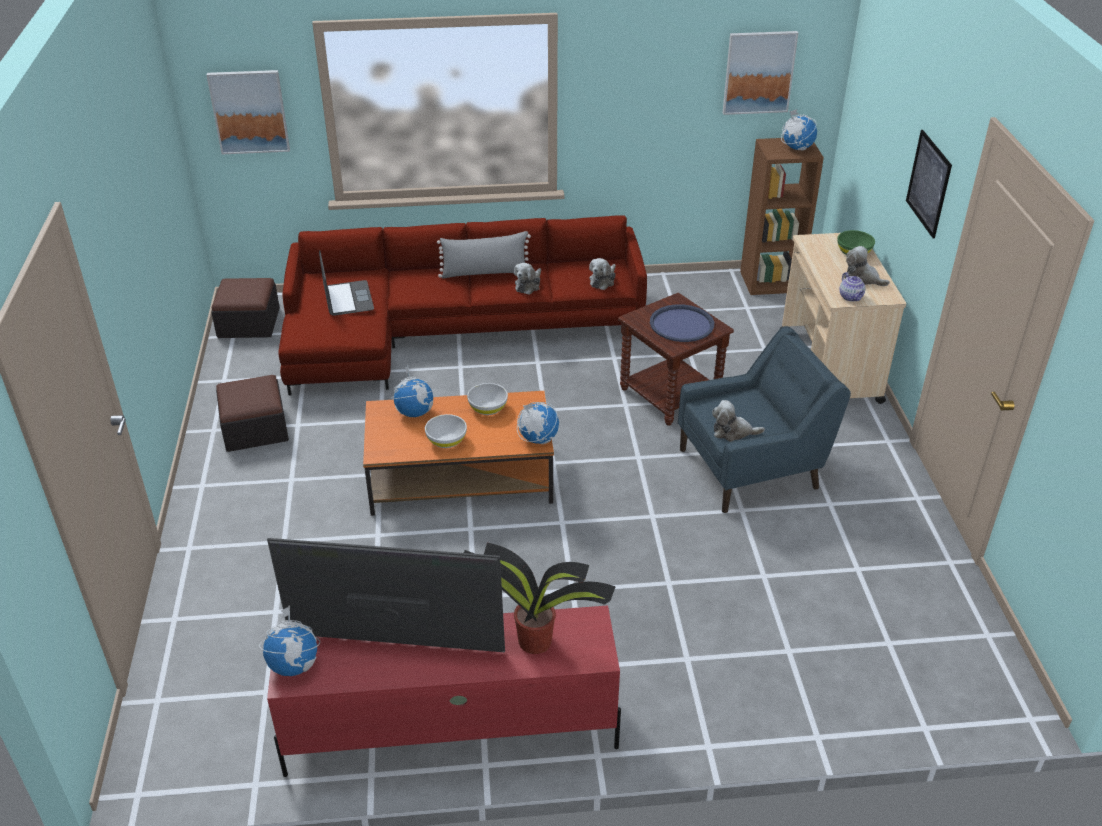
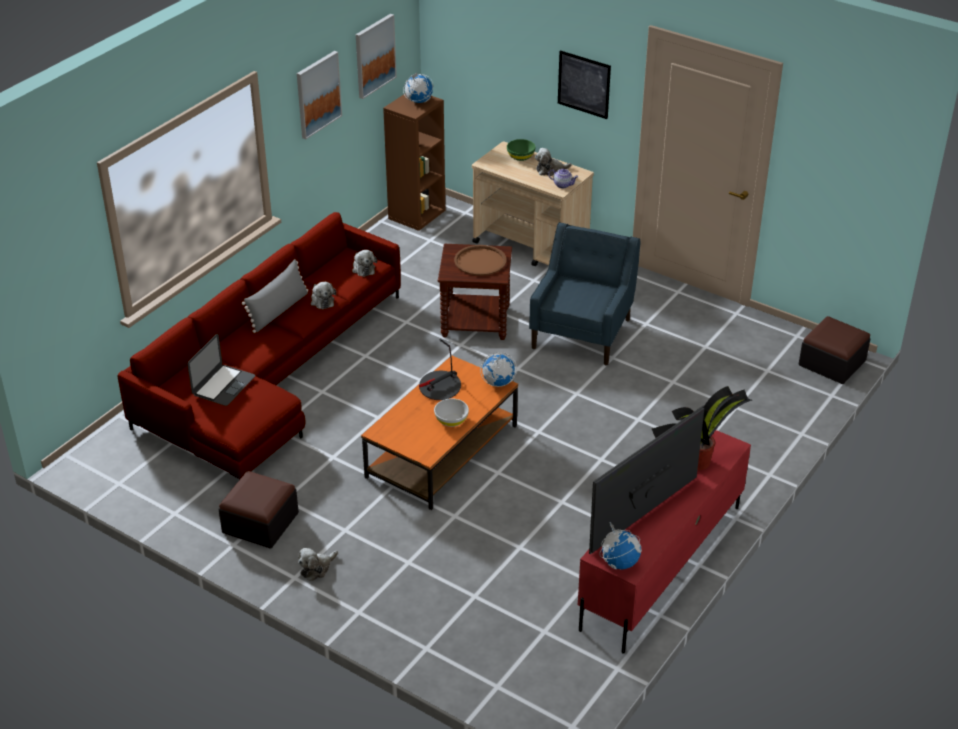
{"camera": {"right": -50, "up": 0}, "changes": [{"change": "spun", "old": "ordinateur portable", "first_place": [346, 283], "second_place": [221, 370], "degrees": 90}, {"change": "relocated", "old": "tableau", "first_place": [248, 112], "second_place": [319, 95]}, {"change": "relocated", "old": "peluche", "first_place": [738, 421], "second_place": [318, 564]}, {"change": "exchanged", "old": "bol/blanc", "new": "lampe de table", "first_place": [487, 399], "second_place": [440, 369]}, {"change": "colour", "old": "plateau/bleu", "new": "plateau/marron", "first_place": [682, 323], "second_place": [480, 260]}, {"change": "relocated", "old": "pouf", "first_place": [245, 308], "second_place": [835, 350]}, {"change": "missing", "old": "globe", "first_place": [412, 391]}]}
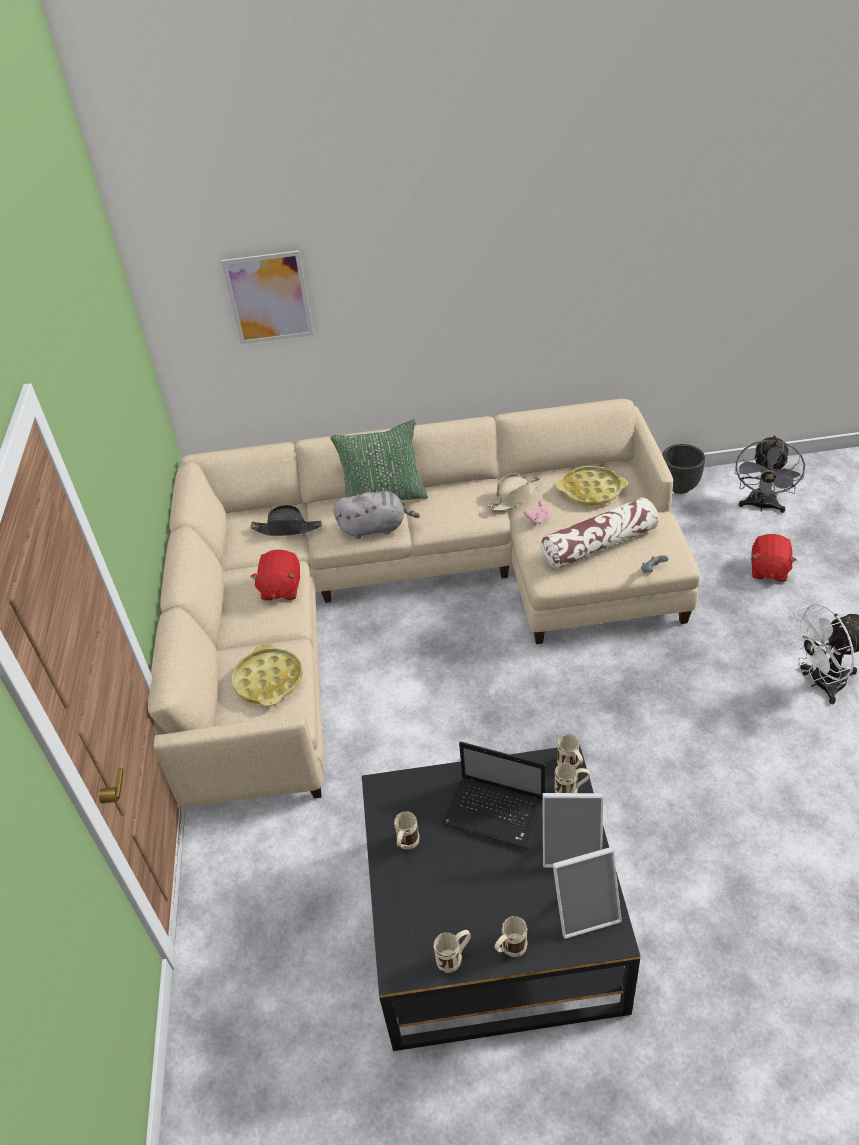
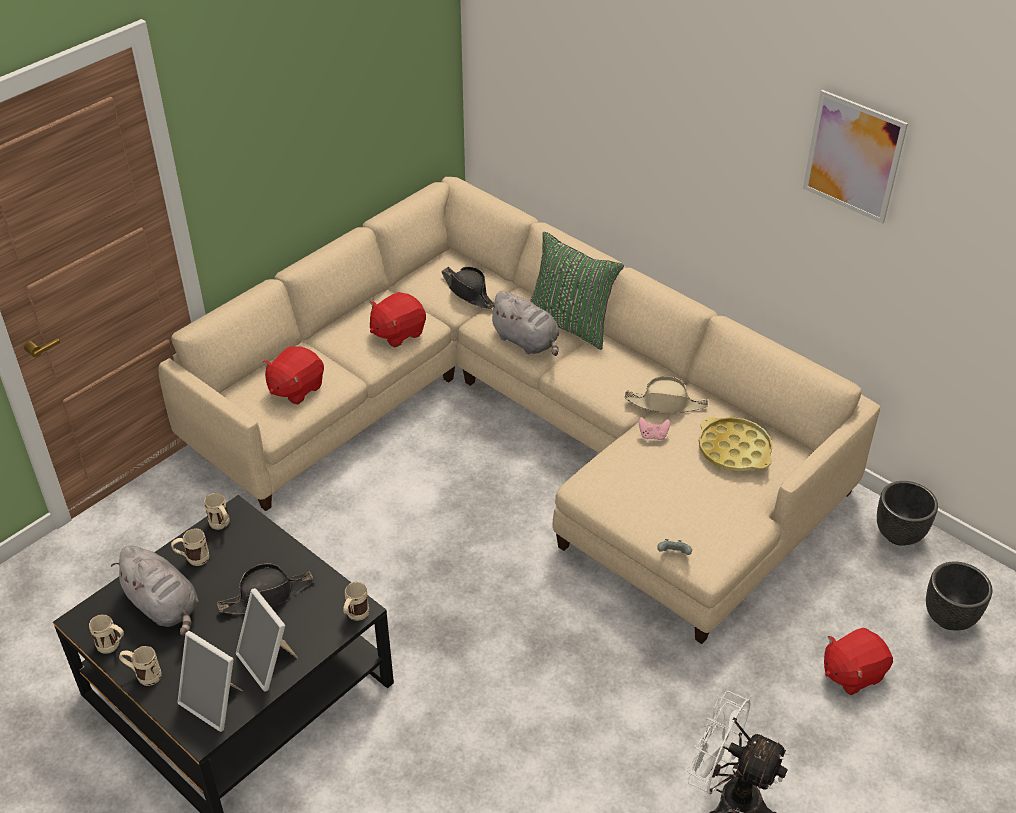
{"camera": {"right": 45, "up": 0}, "changes": [{"change": "appeared", "new": "peluche/gris", "second_place": [155, 591]}, {"change": "relocated", "old": "mug/beige", "first_place": [572, 778], "second_place": [217, 511]}, {"change": "exchanged", "old": "ordinateur portable", "new": "chapeau/noir", "first_place": [494, 795], "second_place": [265, 588]}, {"change": "exchanged", "old": "plateau/jaune", "new": "peluche/rouge", "first_place": [267, 675], "second_place": [293, 375]}, {"change": "relocated", "old": "tableau", "first_place": [267, 297], "second_place": [855, 157]}, {"change": "exchanged", "old": "ventilateur/gris", "new": "cache-pot/noir", "first_place": [770, 474], "second_place": [959, 596]}, {"change": "missing", "old": "coussin", "first_place": [599, 533]}]}
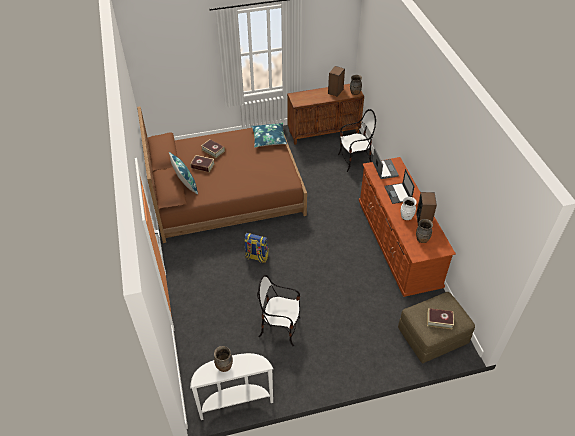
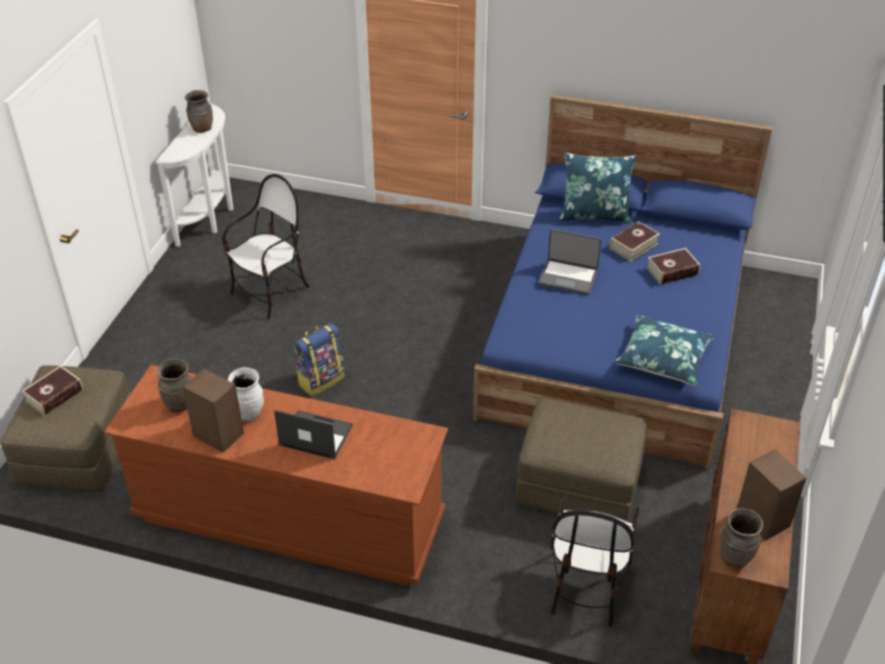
{"camera": {"right": 120, "up": -5}, "changes": [{"change": "relocated", "old": "sac à dos", "first_place": [256, 248], "second_place": [319, 359]}, {"change": "colour", "old": "lit/marron", "new": "lit/bleu", "first_place": [222, 174], "second_place": [622, 282]}, {"change": "appeared", "new": "pouf/marron", "second_place": [581, 459]}, {"change": "relocated", "old": "ordinateur portable", "first_place": [386, 163], "second_place": [570, 262]}]}
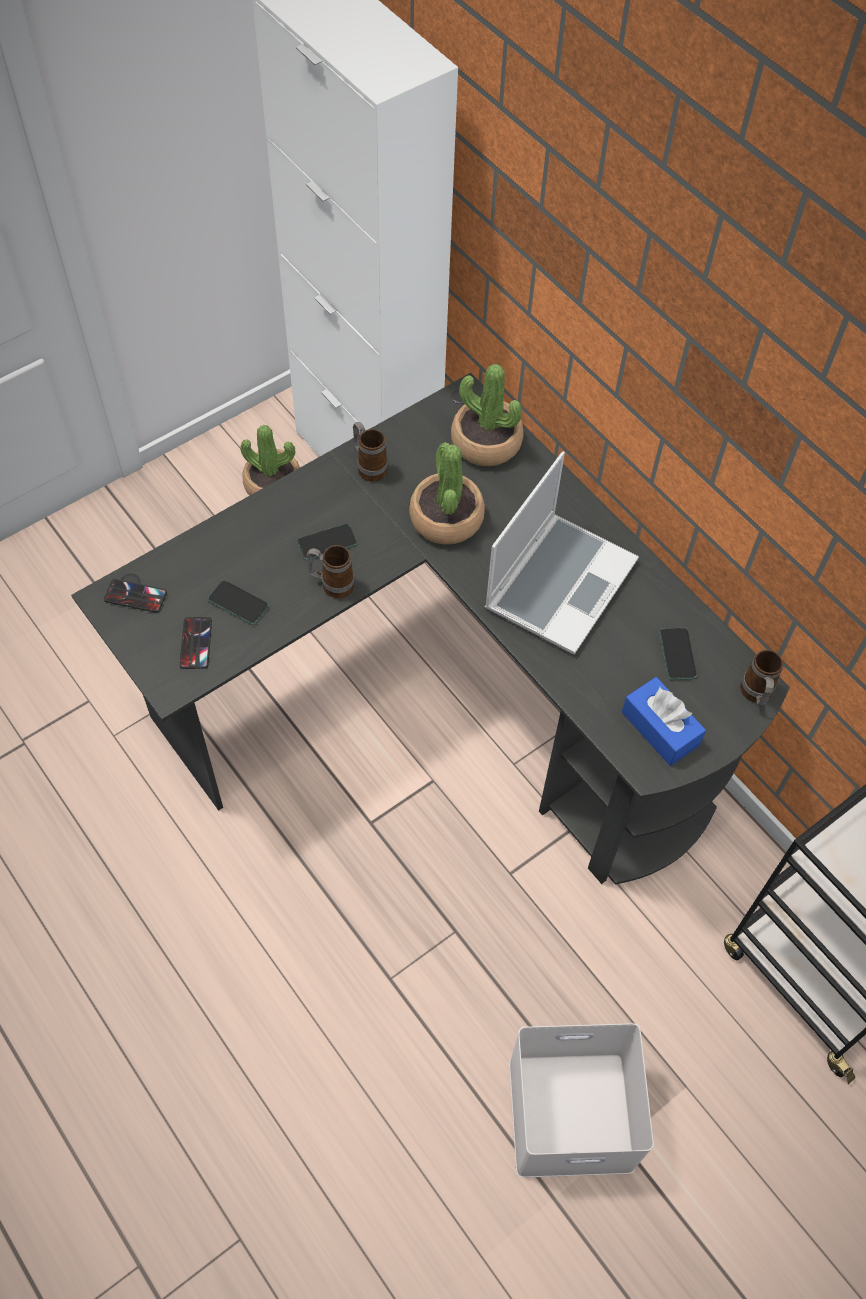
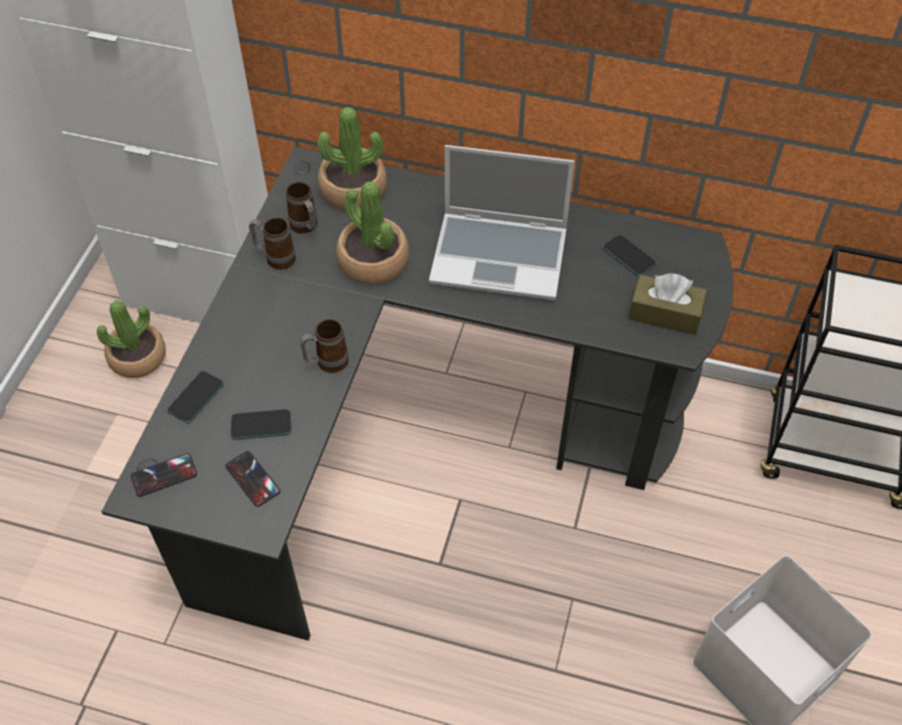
{"camera": {"right": -35, "up": -5}, "changes": [{"change": "relocated", "old": "téléphone", "first_place": [327, 542], "second_place": [195, 397]}, {"change": "relocated", "old": "mug", "first_place": [761, 678], "second_place": [301, 207]}, {"change": "spun", "old": "ordinateur portable", "first_place": [562, 553], "second_place": [502, 223], "degrees": 105}, {"change": "colour", "old": "boîte à mouchoirs/bleu", "new": "boîte à mouchoirs/marron", "first_place": [664, 721], "second_place": [667, 304]}]}
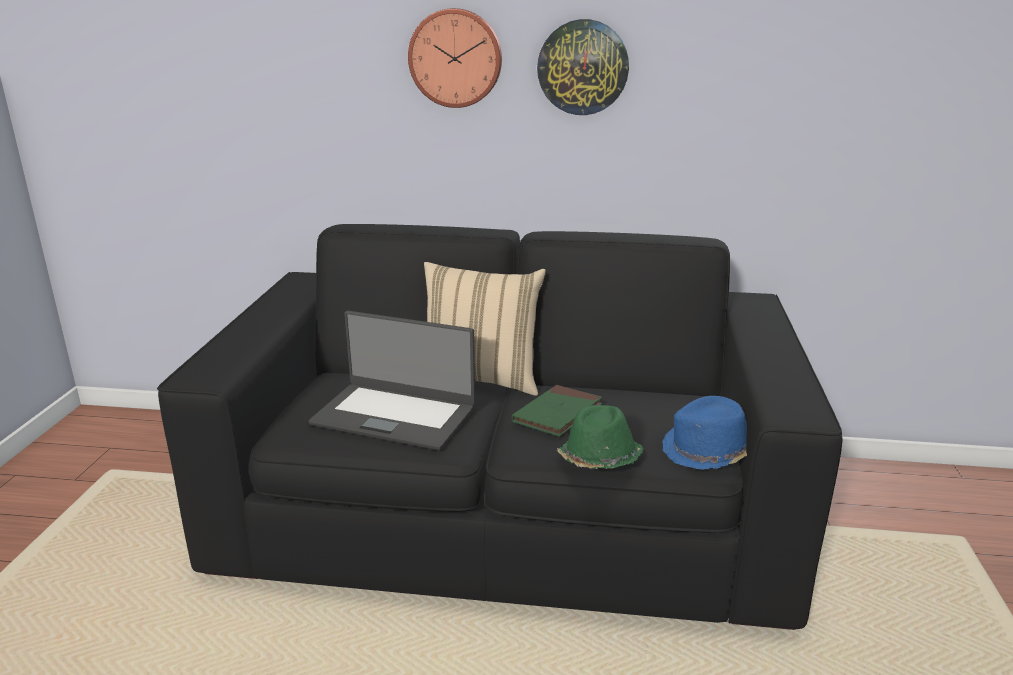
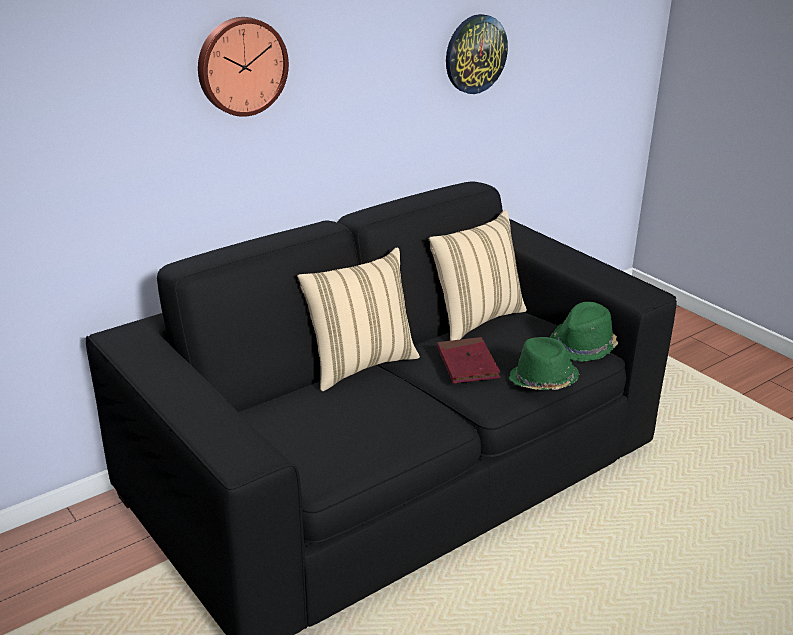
{"camera": {"right": -45, "up": 5}, "changes": [{"change": "appeared", "new": "coussin/beige", "second_place": [478, 275]}, {"change": "colour", "old": "livre/vert", "new": "livre/rouge", "first_place": [557, 411], "second_place": [468, 360]}, {"change": "relocated", "old": "horloge murale", "first_place": [583, 67], "second_place": [477, 54]}, {"change": "colour", "old": "chapeau/bleu", "new": "chapeau/vert", "first_place": [705, 433], "second_place": [584, 332]}, {"change": "missing", "old": "ordinateur portable", "first_place": [392, 380]}]}
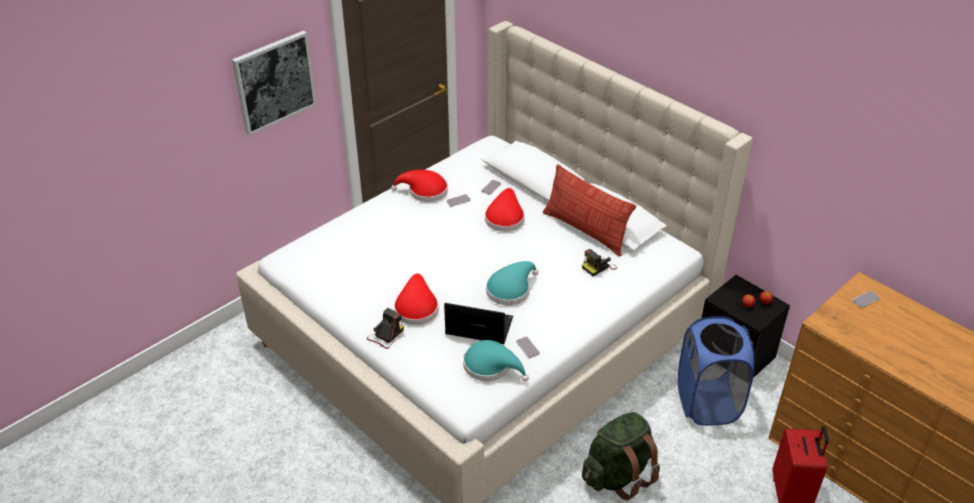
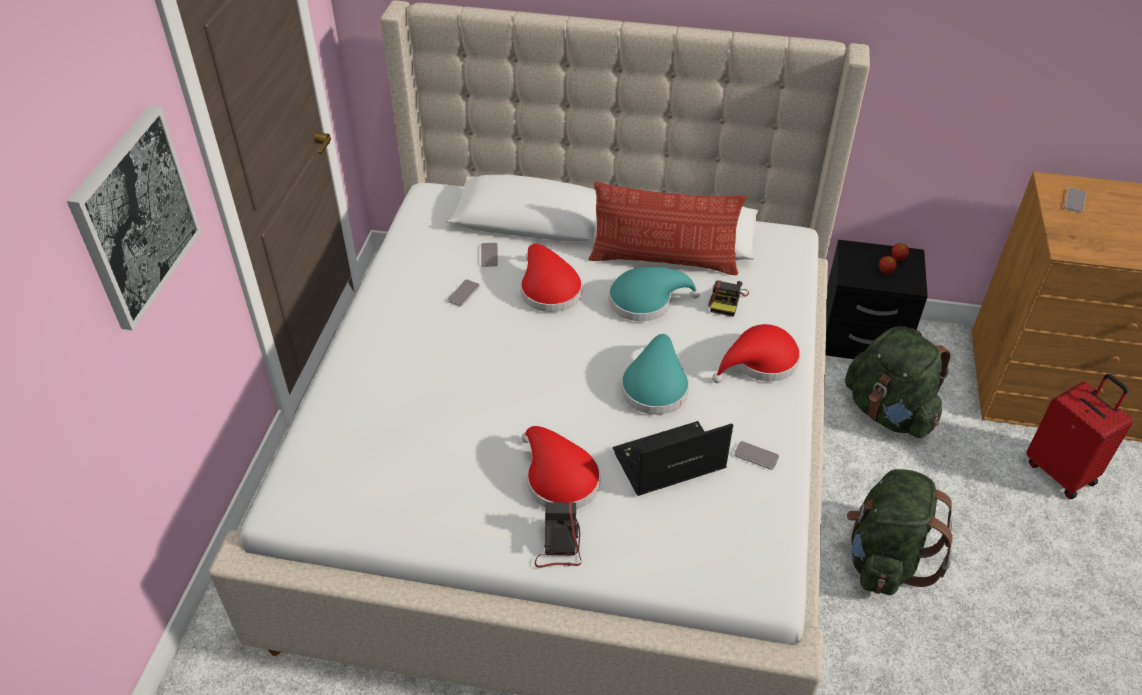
{"camera": {"right": -35, "up": 5}, "changes": [{"change": "relocated", "old": "chapeau/turquoise", "first_place": [496, 360], "second_place": [654, 294]}, {"change": "relocated", "old": "chapeau/rouge", "first_place": [419, 186], "second_place": [756, 353]}, {"change": "exchanged", "old": "panier à linge/bleu", "new": "sac à dos/vert", "first_place": [716, 370], "second_place": [897, 382]}]}
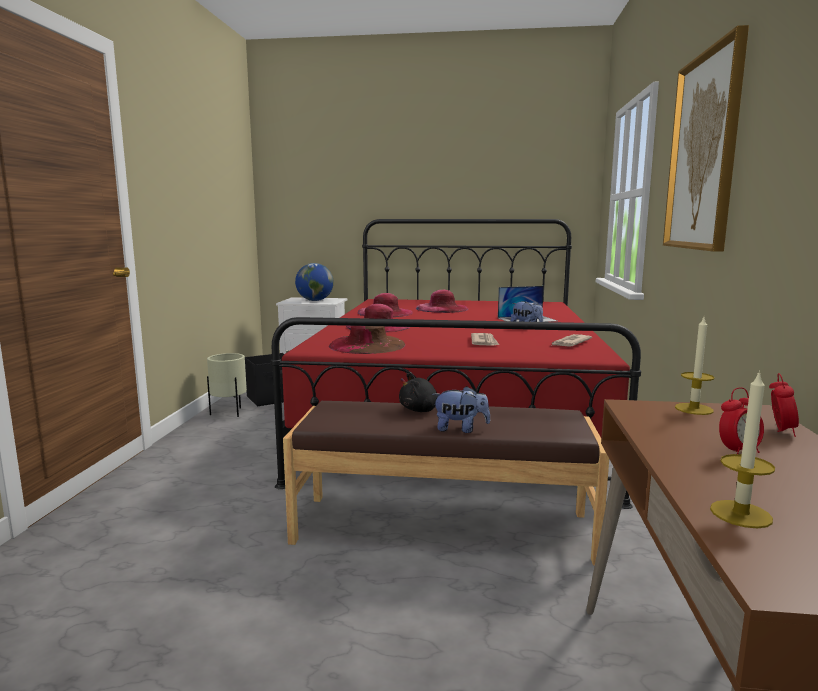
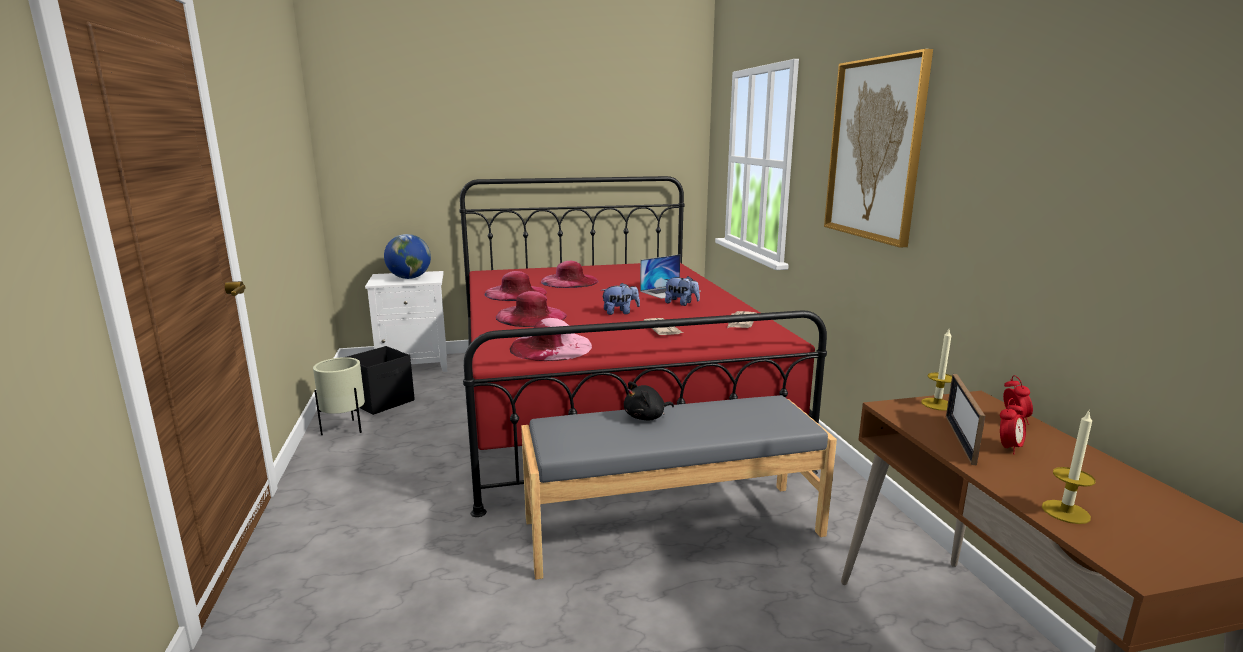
{"camera": {"right": -20, "up": 5}, "changes": [{"change": "colour", "old": "chapeau/marron", "new": "chapeau/rose", "first_place": [367, 336], "second_place": [551, 339]}, {"change": "colour", "old": "banc/marron", "new": "banc/gris", "first_place": [446, 483], "second_place": [679, 487]}, {"change": "relocated", "old": "peluche", "first_place": [461, 409], "second_place": [620, 299]}, {"change": "appeared", "new": "cadre photo", "second_place": [965, 420]}]}
